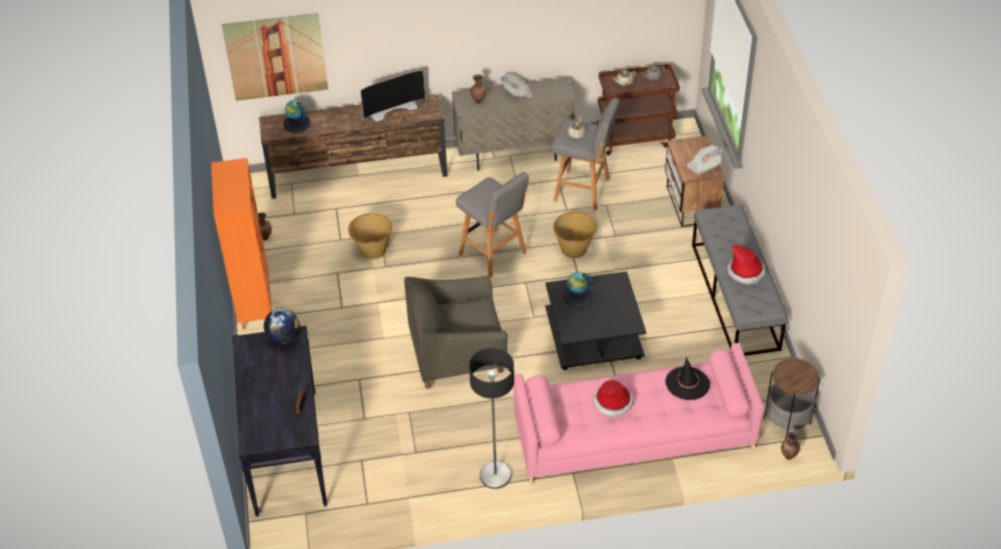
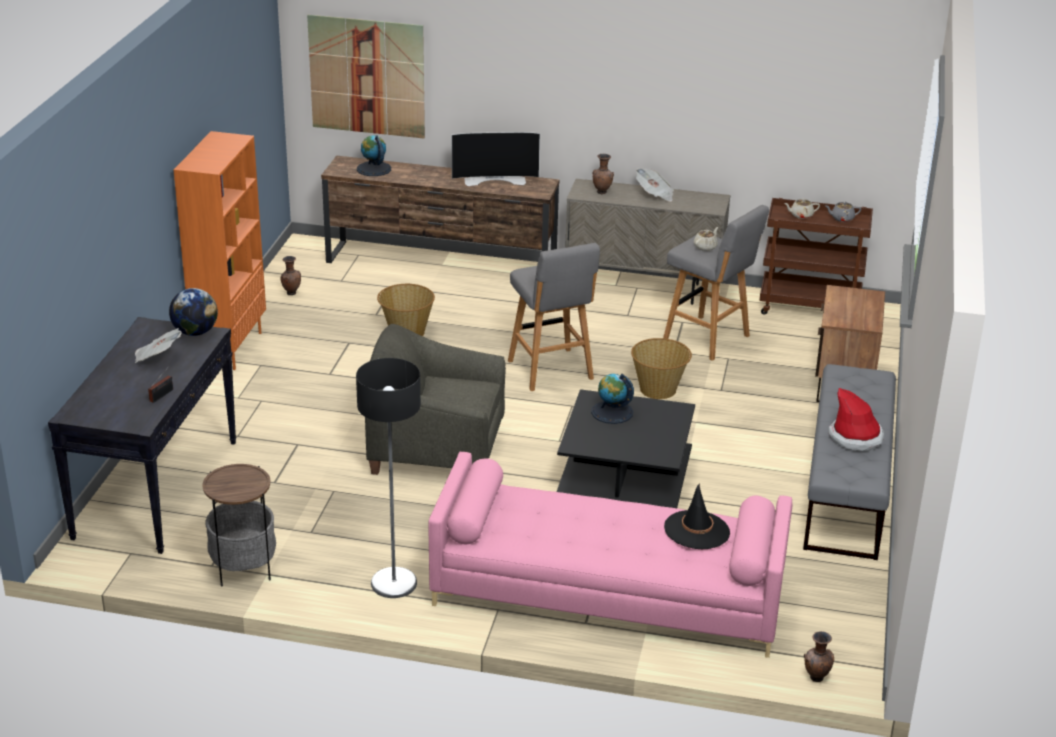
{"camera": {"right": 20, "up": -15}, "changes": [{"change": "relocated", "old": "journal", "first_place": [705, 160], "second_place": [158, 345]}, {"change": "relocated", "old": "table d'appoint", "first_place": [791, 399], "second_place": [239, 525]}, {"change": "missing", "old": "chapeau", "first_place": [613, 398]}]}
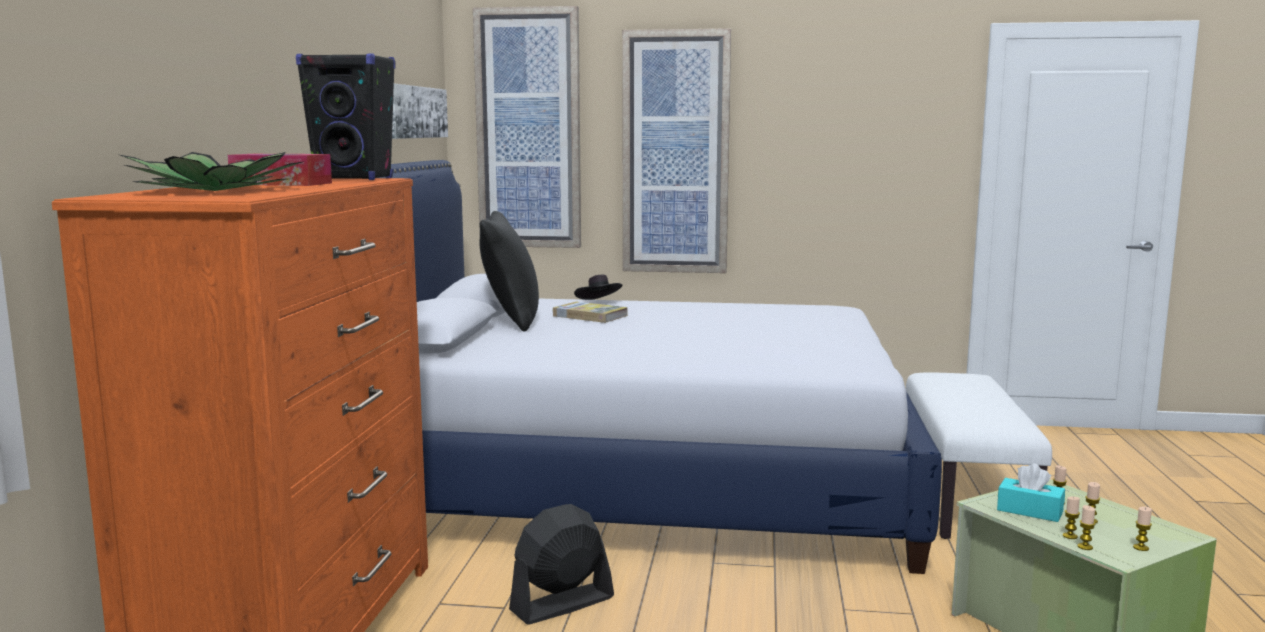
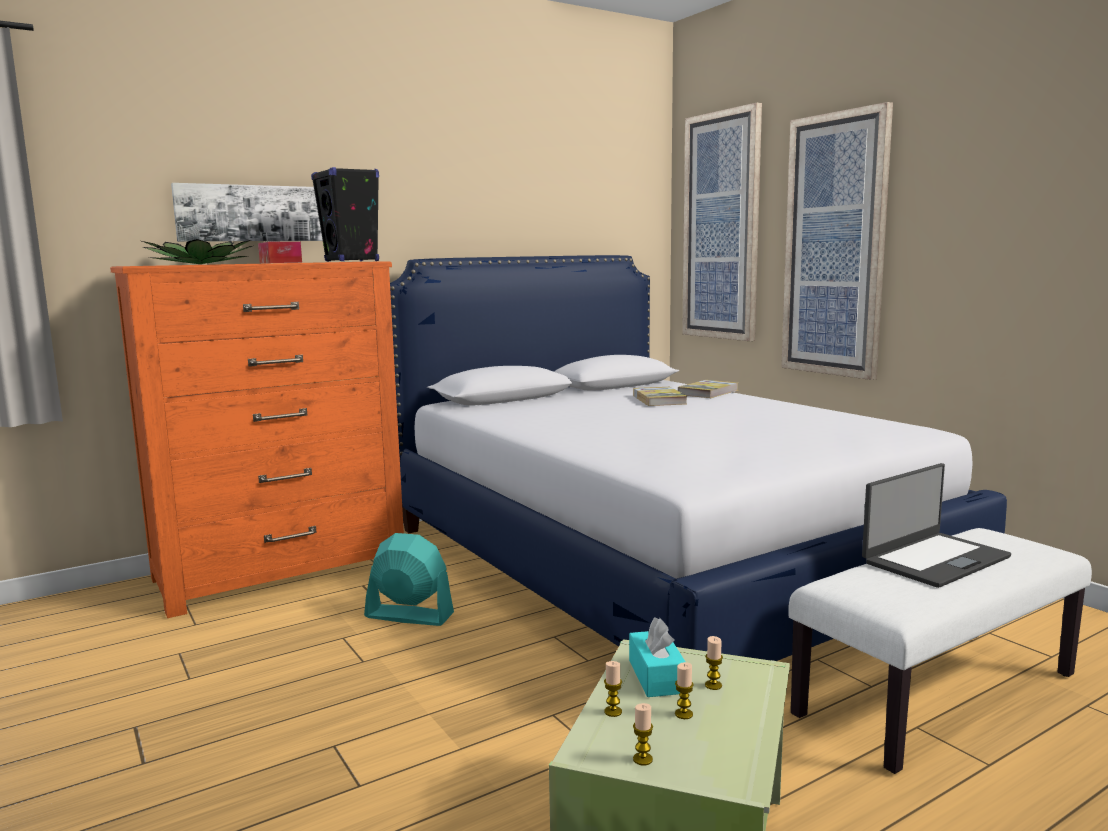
{"camera": {"right": 50, "up": 0}, "changes": [{"change": "relocated", "old": "tableau", "first_place": [420, 111], "second_place": [247, 212]}, {"change": "colour", "old": "ventilateur/noir", "new": "ventilateur/turquoise", "first_place": [561, 564], "second_place": [409, 579]}, {"change": "exchanged", "old": "chapeau/noir", "new": "livre", "first_place": [598, 287], "second_place": [708, 389]}, {"change": "appeared", "new": "ordinateur portable", "second_place": [937, 525]}, {"change": "missing", "old": "coussin/noir", "first_place": [509, 271]}, {"change": "missing", "old": "bougie", "first_place": [1087, 527]}]}
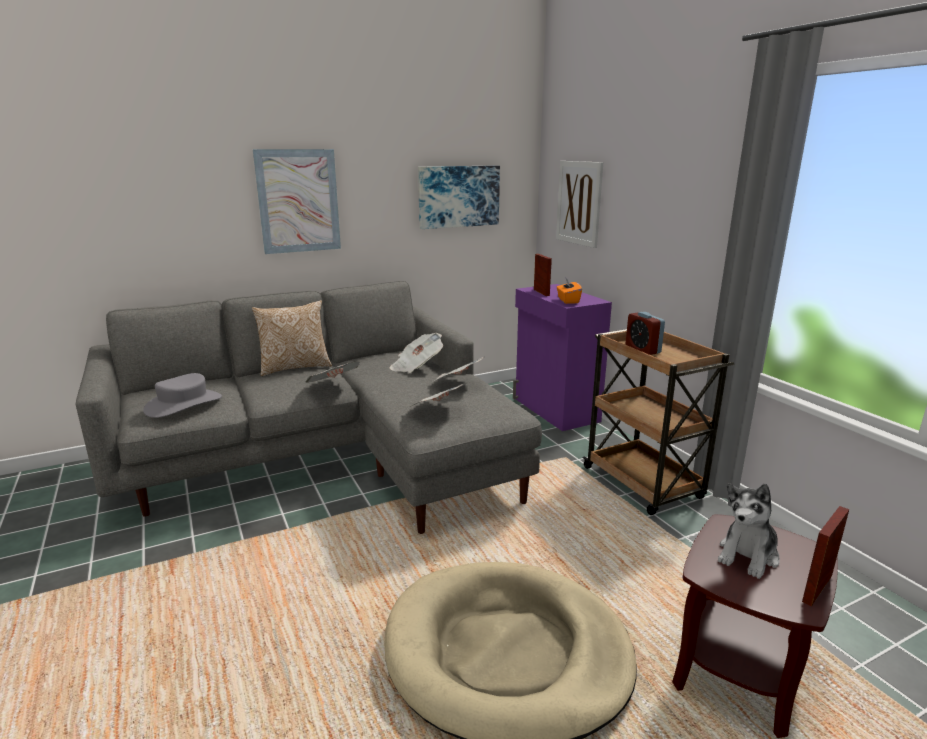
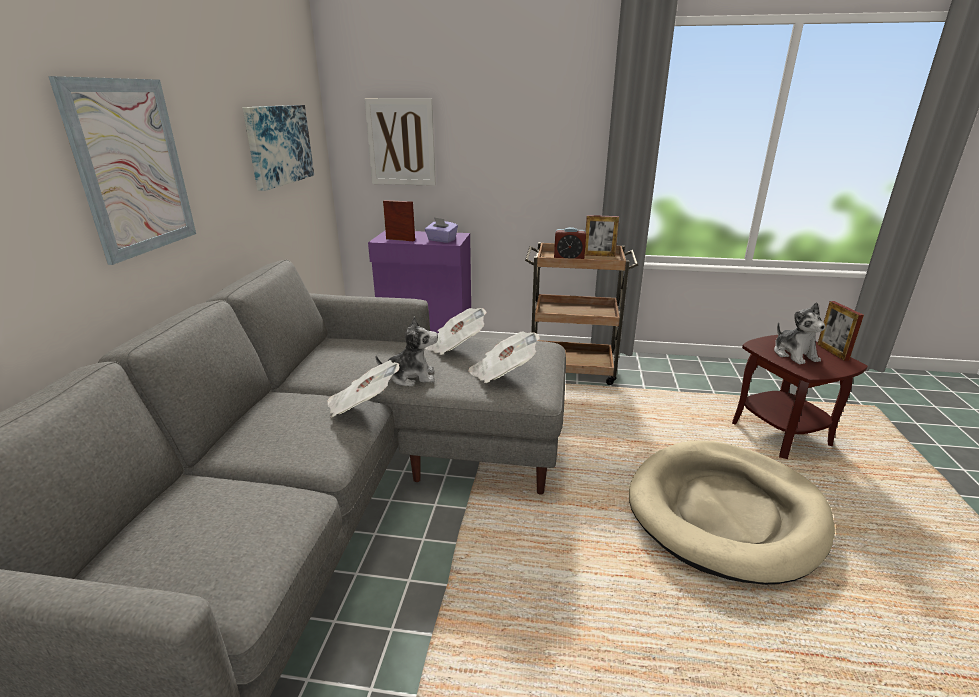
{"camera": {"right": -55, "up": 5}, "changes": [{"change": "appeared", "new": "peluche", "second_place": [406, 351]}, {"change": "colour", "old": "boîte à mouchoirs/orange", "new": "boîte à mouchoirs/violet", "first_place": [569, 290], "second_place": [441, 230]}, {"change": "appeared", "new": "cadre photo", "second_place": [602, 236]}, {"change": "missing", "old": "chapeau/gris", "first_place": [182, 395]}, {"change": "missing", "old": "coussin", "first_place": [292, 338]}, {"change": "missing", "old": "journal", "first_place": [416, 353]}]}
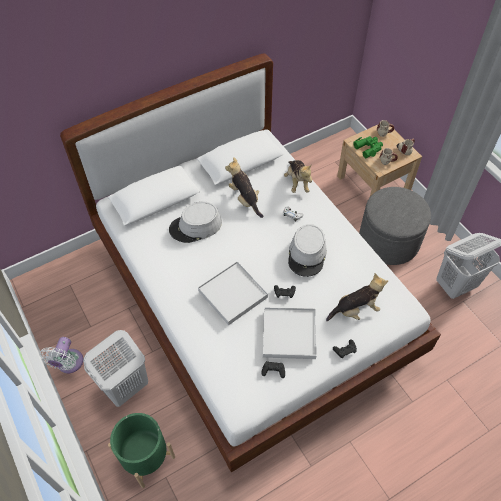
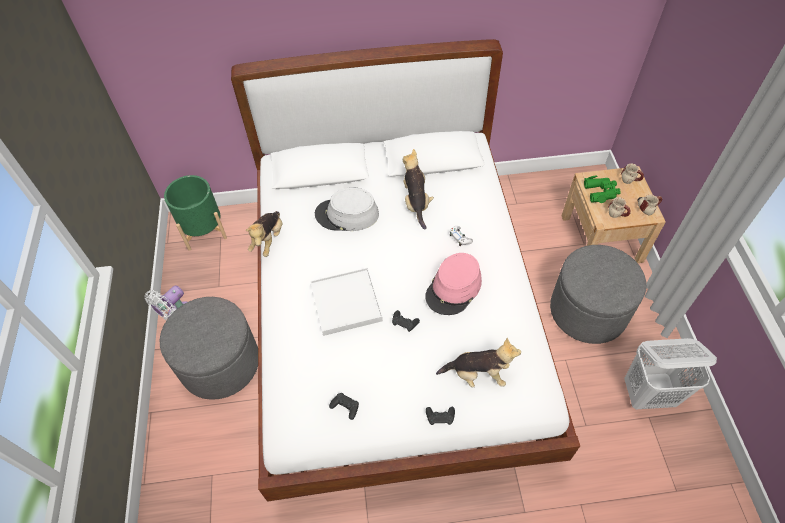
{"camera": {"right": 25, "up": 0}, "changes": [{"change": "exchanged", "old": "panier à linge/blanc", "new": "pouf/gris", "first_place": [115, 368], "second_place": [209, 348]}, {"change": "relocated", "old": "cache-pot/vert", "first_place": [141, 450], "second_place": [195, 213]}, {"change": "relocated", "old": "peluche", "first_place": [298, 176], "second_place": [264, 234]}, {"change": "colour", "old": "chapeau/gris", "new": "chapeau/rose", "first_place": [307, 250], "second_place": [453, 284]}, {"change": "missing", "old": "plateau/blanc", "first_place": [290, 333]}]}
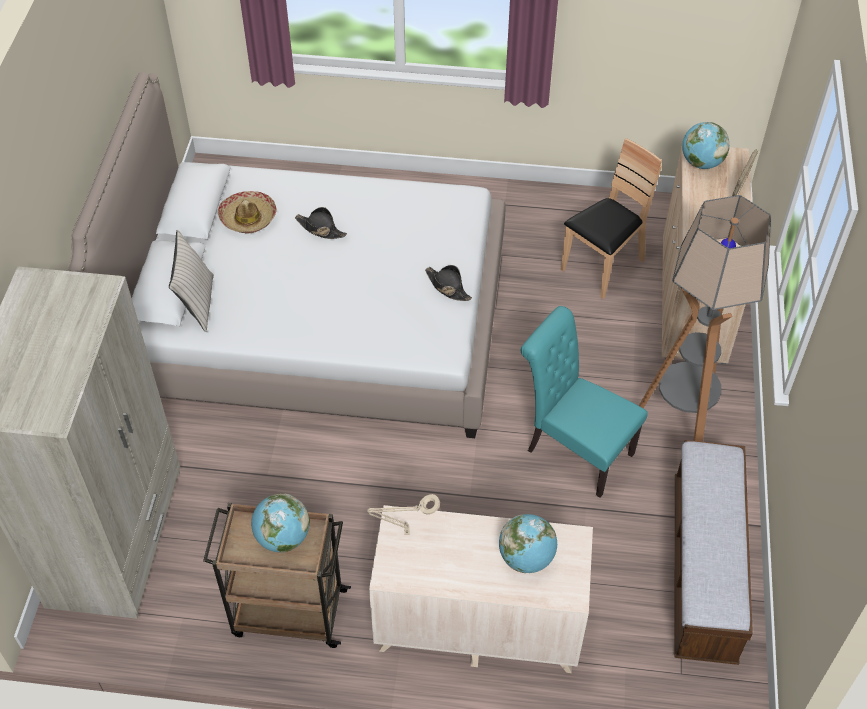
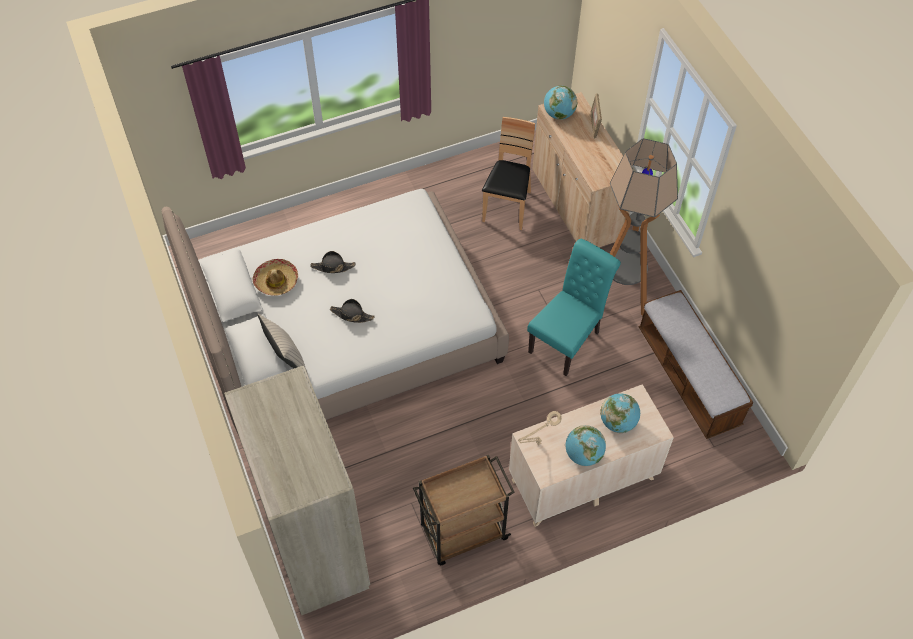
{"camera": {"right": -30, "up": 5}, "changes": [{"change": "relocated", "old": "chapeau/noir", "first_place": [448, 283], "second_place": [352, 311]}, {"change": "spun", "old": "chaise/turquoise", "first_place": [584, 402], "second_place": [574, 307], "degrees": 120}, {"change": "relocated", "old": "globe", "first_place": [280, 523], "second_place": [586, 445]}]}
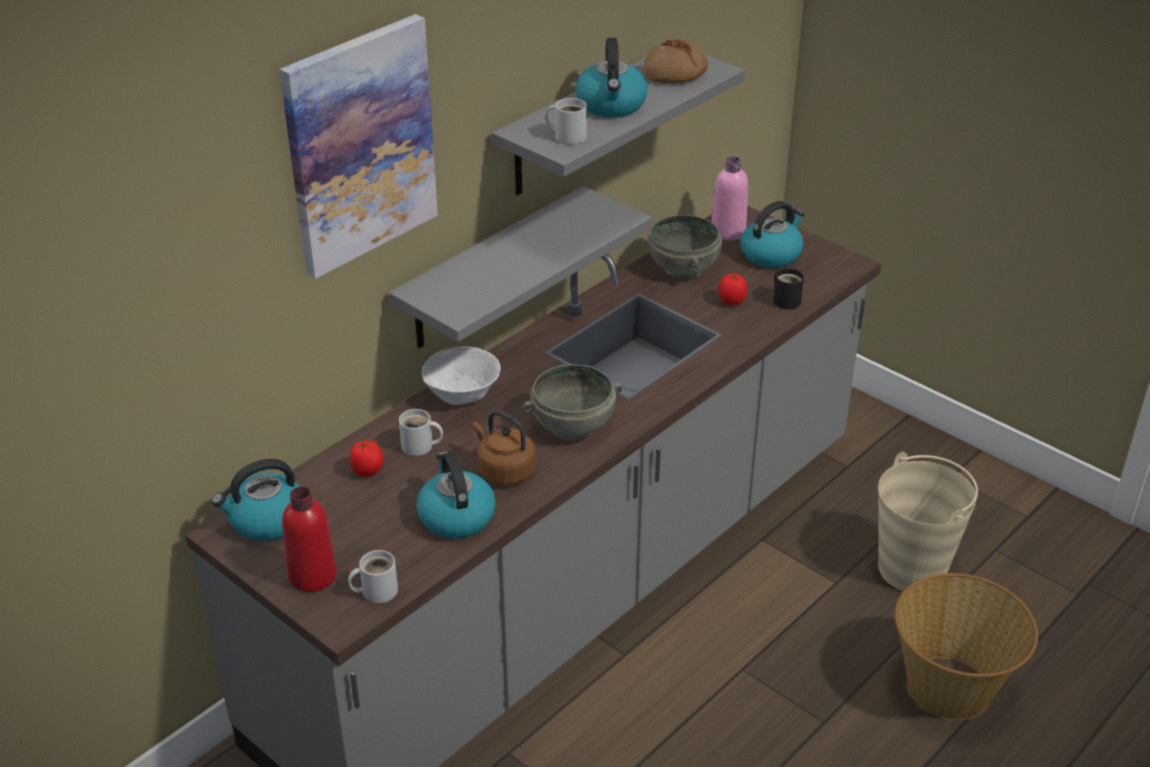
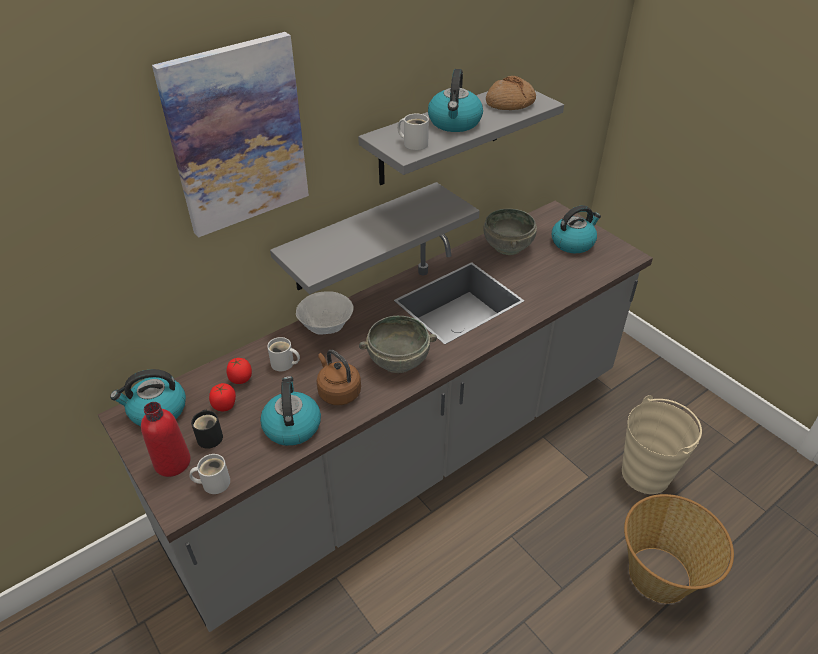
{"camera": {"right": 10, "up": 5}, "changes": [{"change": "relocated", "old": "mug/noir", "first_place": [788, 288], "second_place": [207, 429]}, {"change": "relocated", "old": "tomate", "first_place": [732, 289], "second_place": [222, 397]}, {"change": "missing", "old": "bouteille/rose", "first_place": [729, 198]}]}
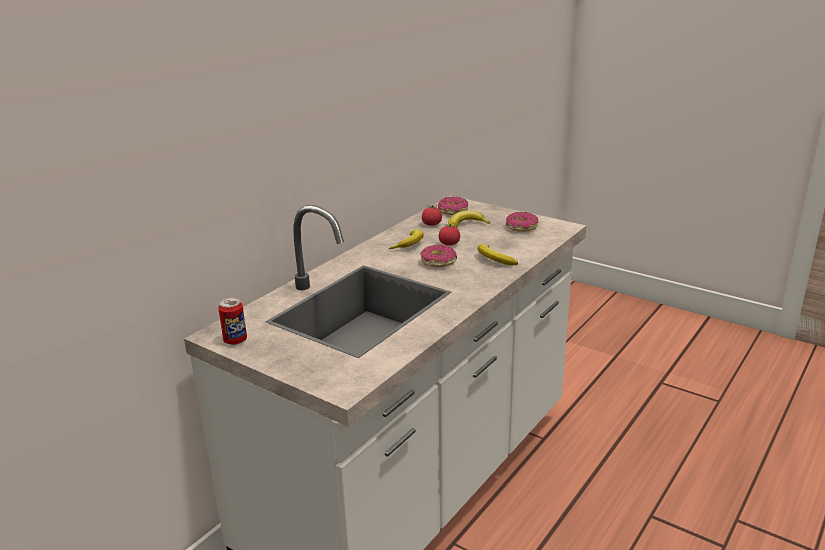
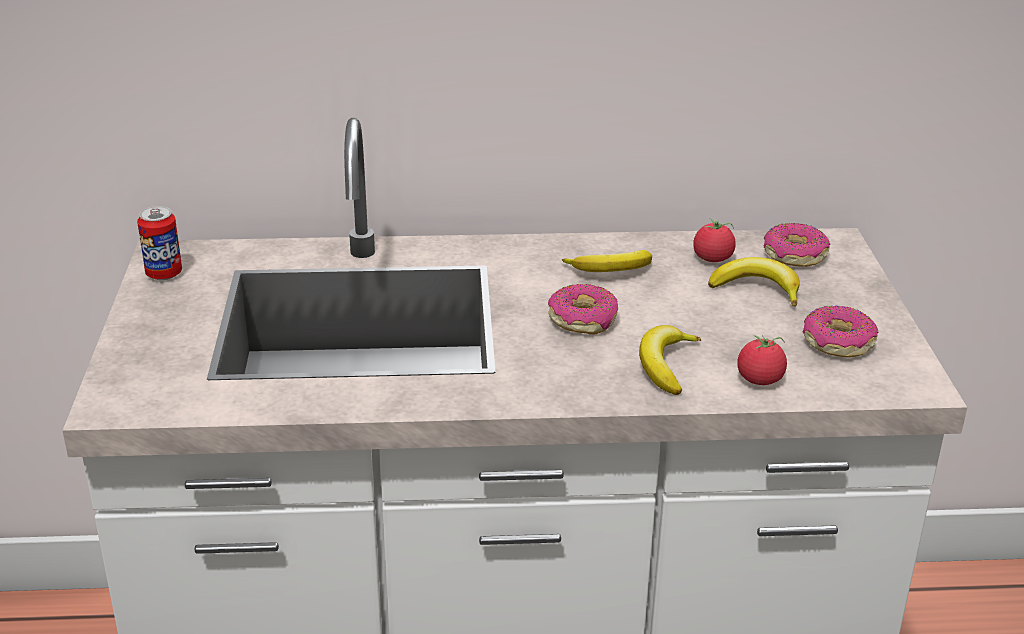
{"camera": {"right": 50, "up": 5}, "changes": [{"change": "relocated", "old": "tomate", "first_place": [449, 234], "second_place": [762, 360]}]}
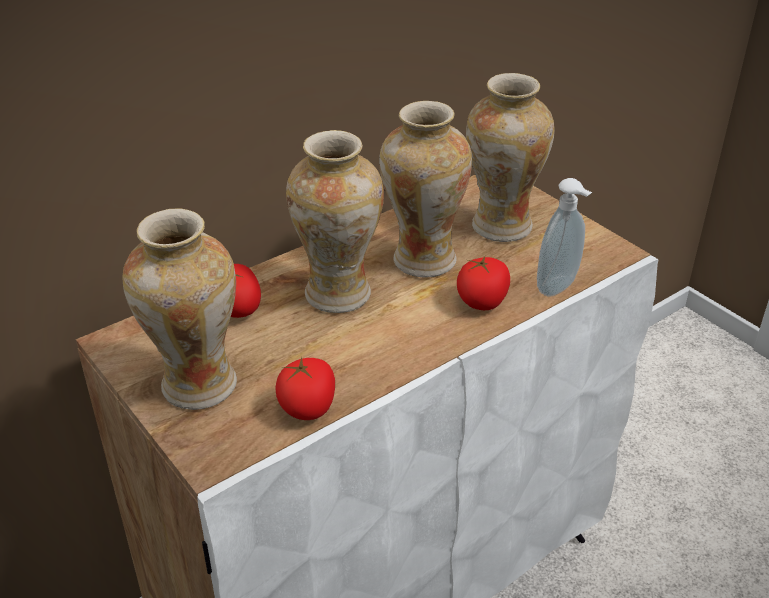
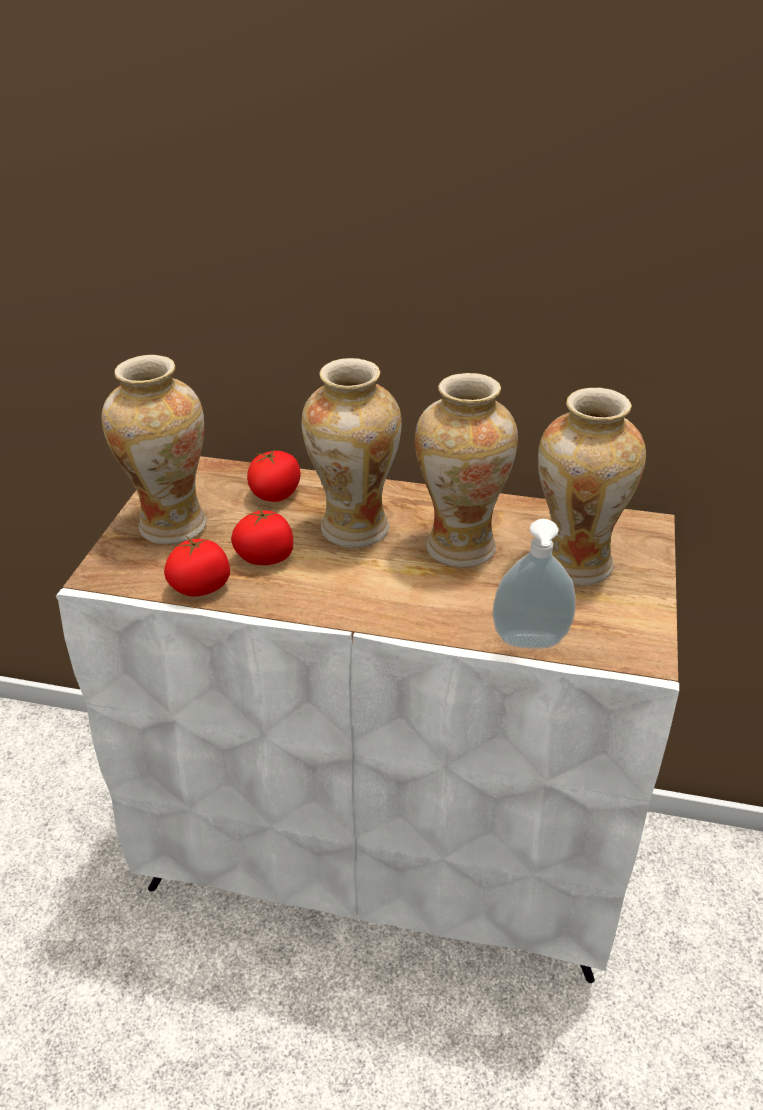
{"camera": {"right": 50, "up": 0}, "changes": [{"change": "relocated", "old": "tomate", "first_place": [483, 283], "second_place": [262, 535]}]}
